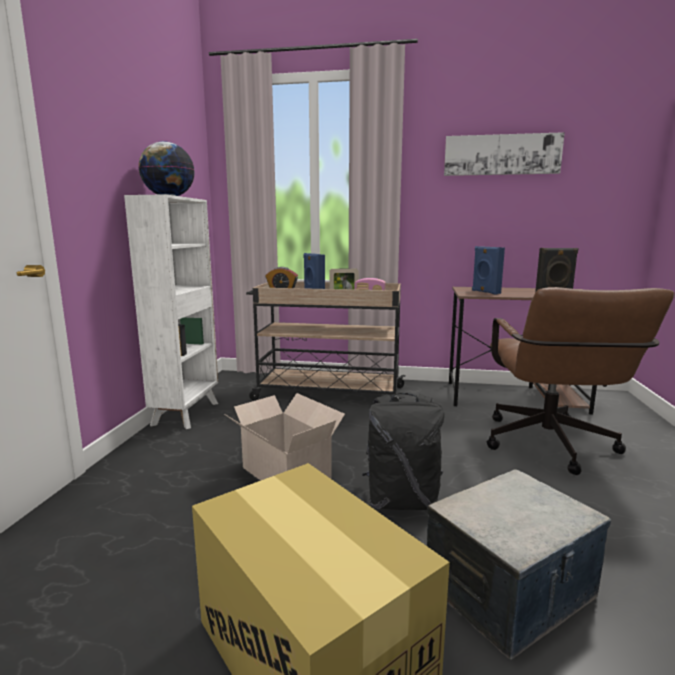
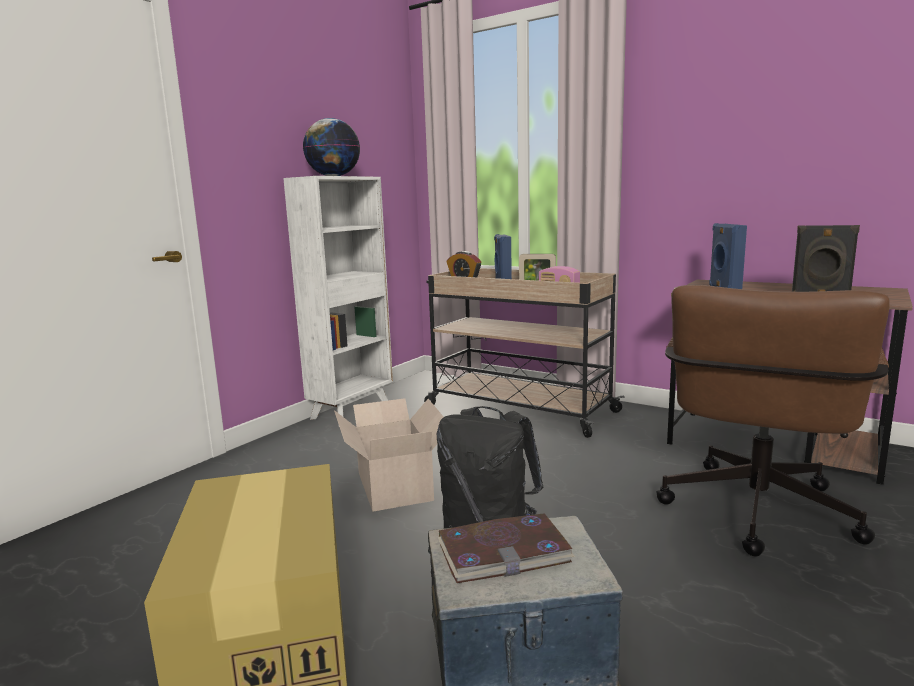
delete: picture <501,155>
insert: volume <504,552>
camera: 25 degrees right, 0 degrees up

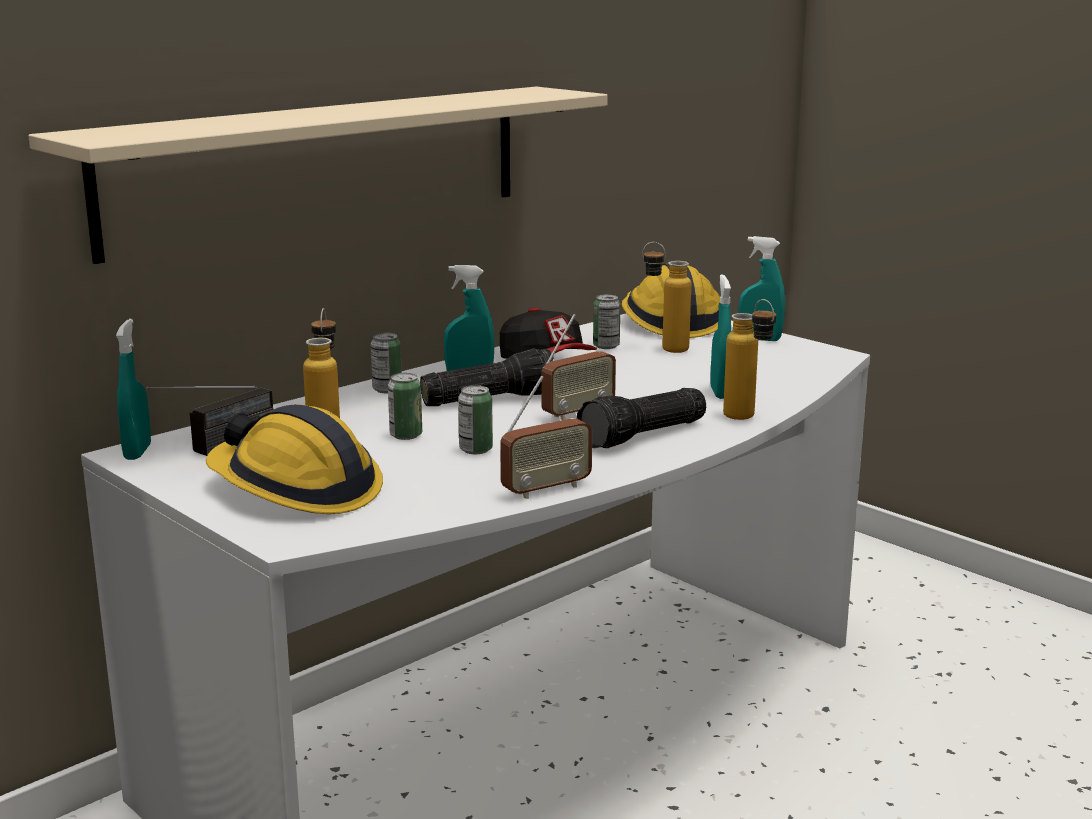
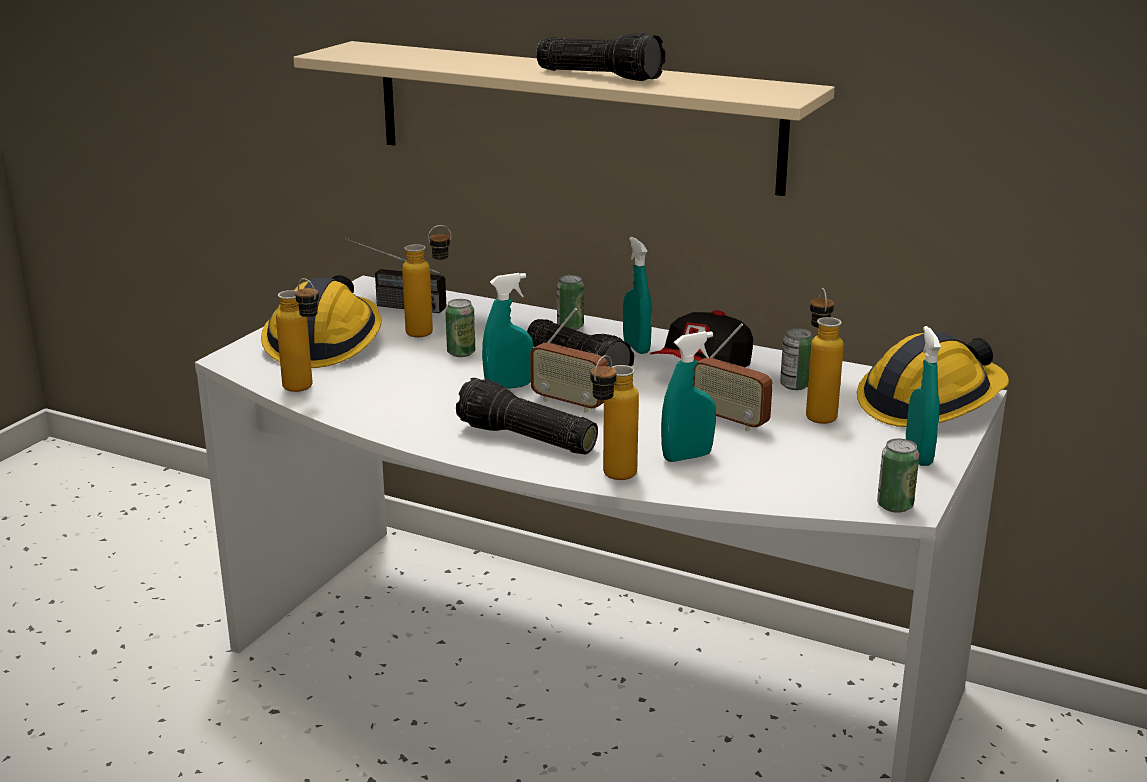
insert: flashlight <601,75>; drink bottle <305,390>
move: turquoise-coloured sprayer <137,452> to <508,387>; radio <546,489> to <730,421>; can <476,450> to <894,506>
camera: 70 degrees right, 5 degrees up

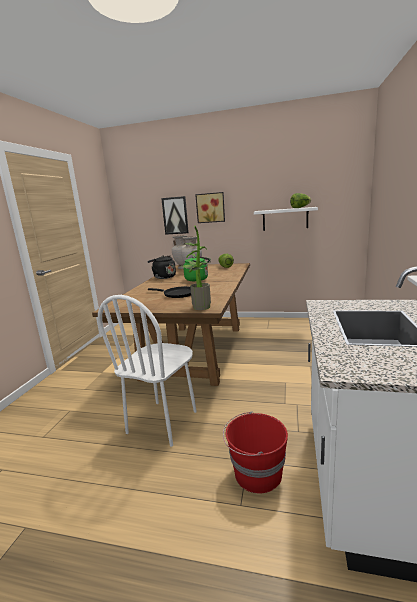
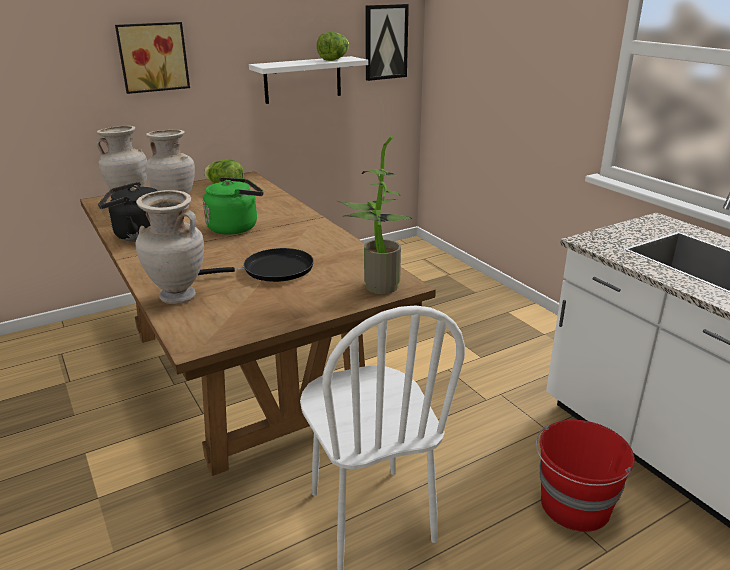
insert: beige flower vase <178,298>
move: picture <175,215> to <385,42>
camera: 45 degrees left, 10 degrees up

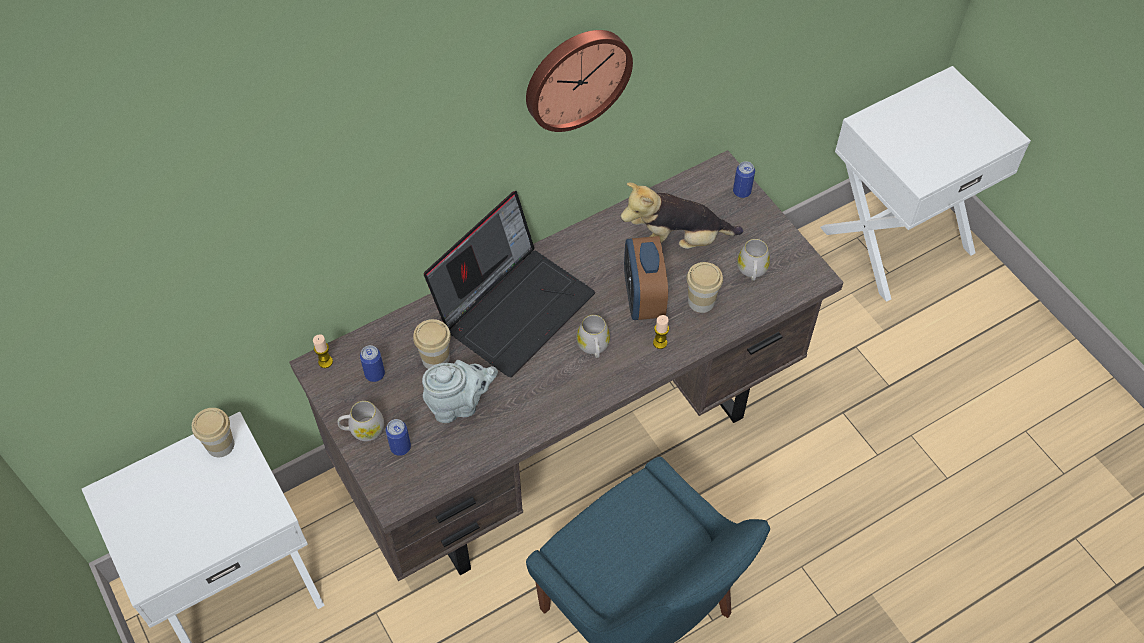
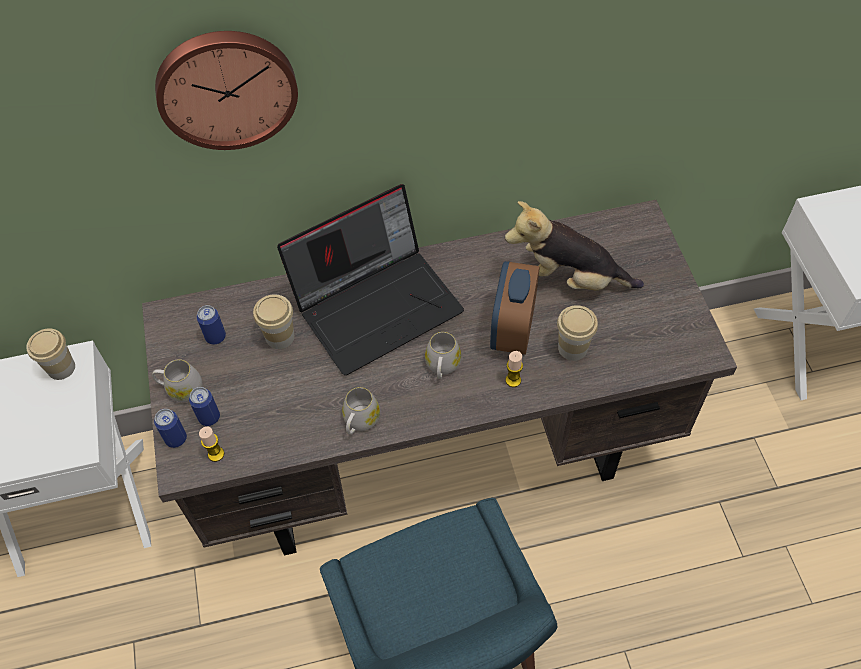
delete: grey tea pot <459,405>
move: hanging clock <576,77> to <226,87>; can <741,192> to <176,438>; white-coloured tea mug <752,271> to <360,422>; wax candle <325,362> to <216,454>
camera: 20 degrees right, 0 degrees up

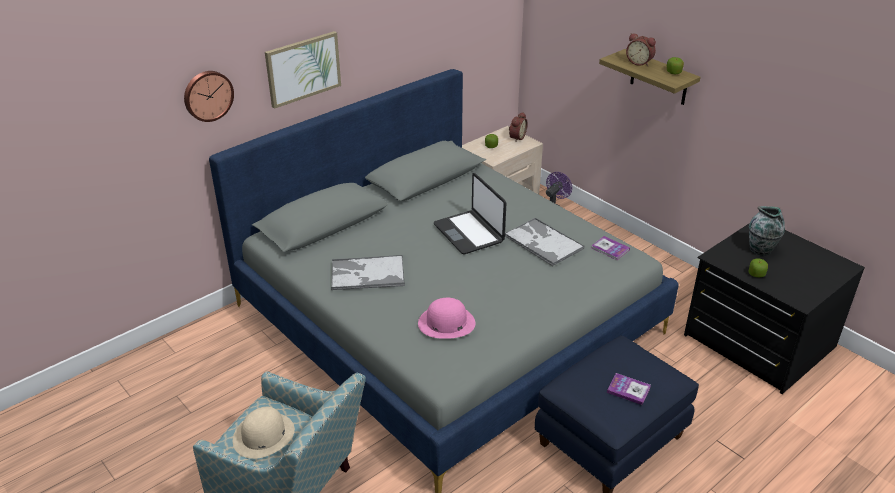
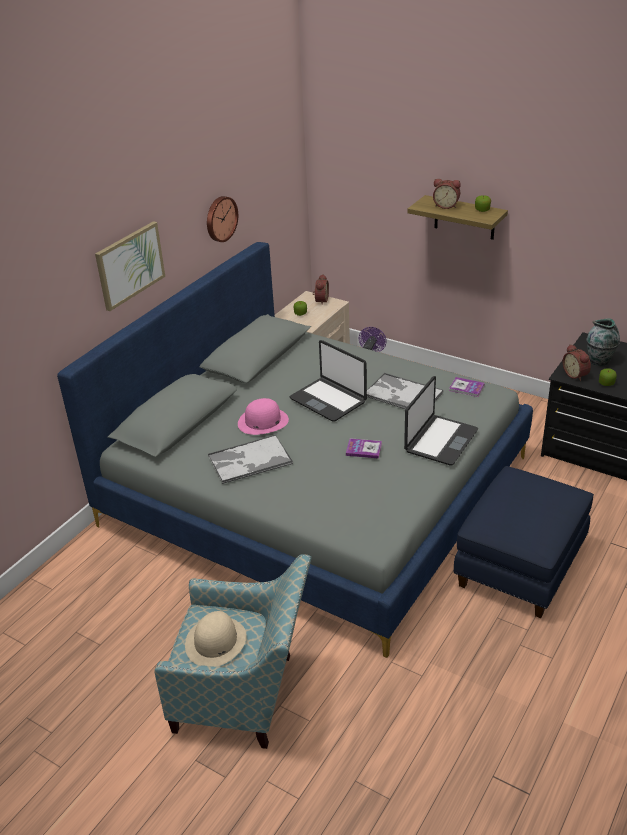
insert: alarm clock <576,375>; laptop <440,441>
move: hanging clock <207,95> to <220,218>; pinkish clothing hat <446,323> to <263,421>; volume <628,390> to <363,449>
camera: 15 degrees left, 0 degrees up

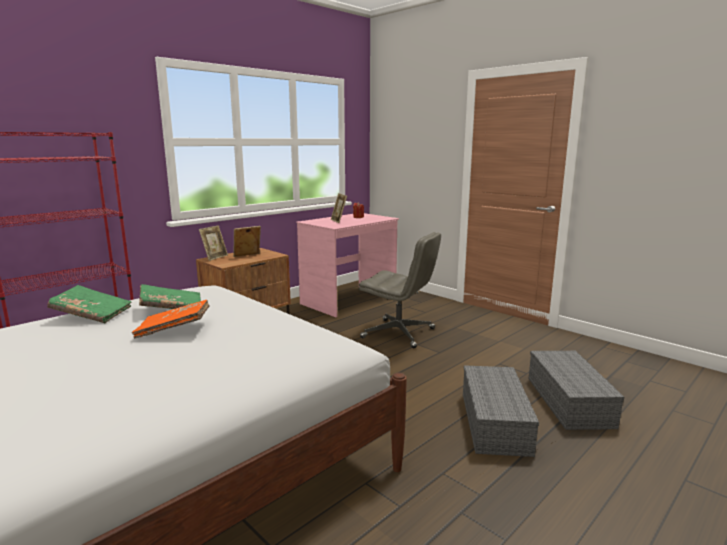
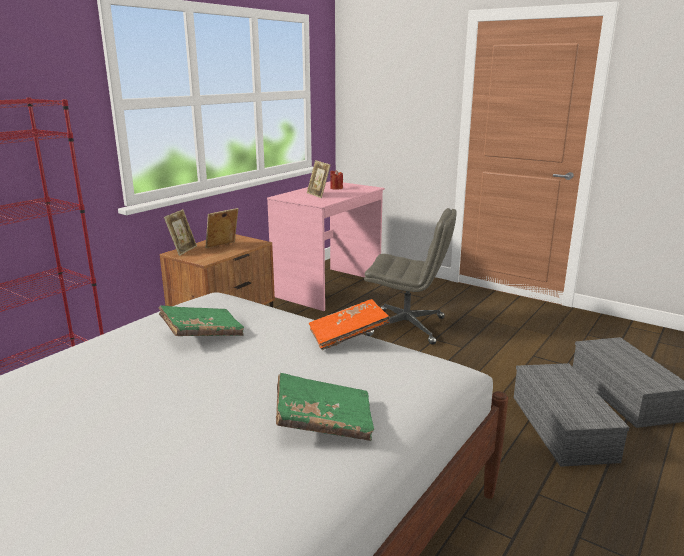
move: green volume <92,314> to <323,422>; orange-coloured volume <174,330> to <348,336>
camera: 10 degrees left, 5 degrees up

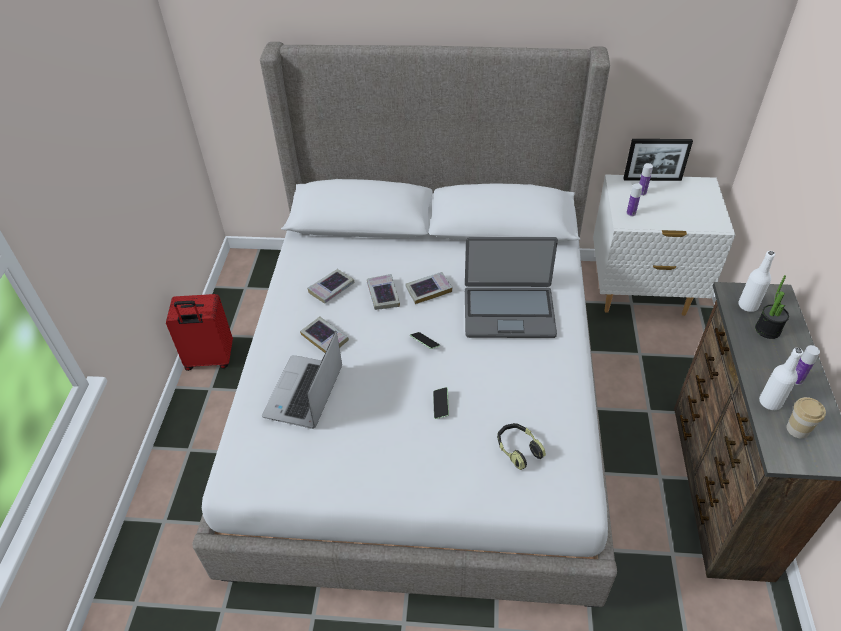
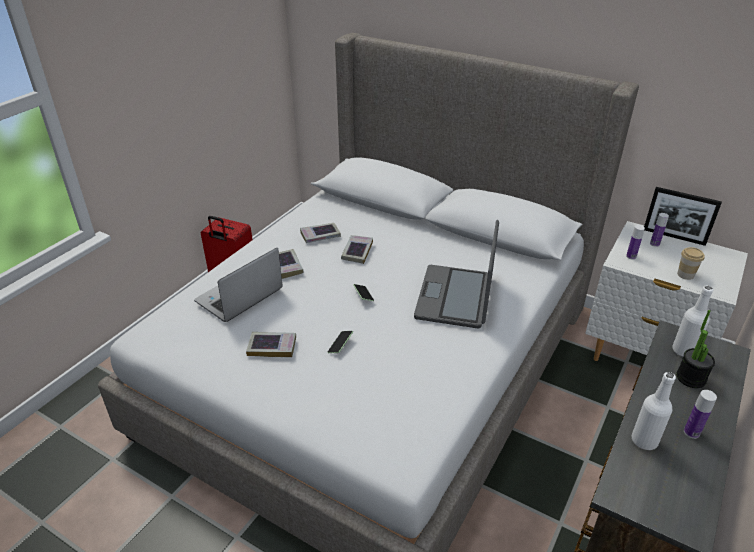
delete: headset <518,449>
move: volume <428,290> to <272,347>; cup <797,429> to <685,275>
rotate: laptop <508,312> = <455,297> 75 degrees clockwise
camera: 25 degrees right, 10 degrees down

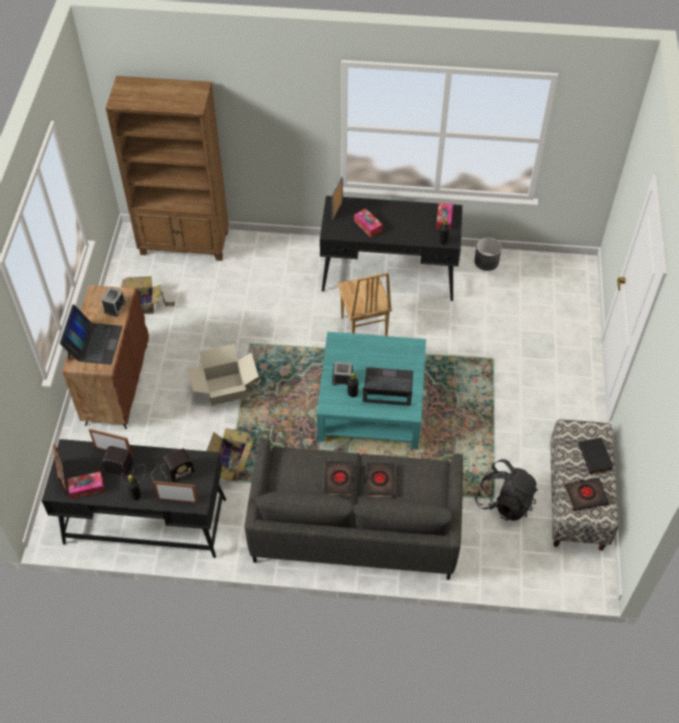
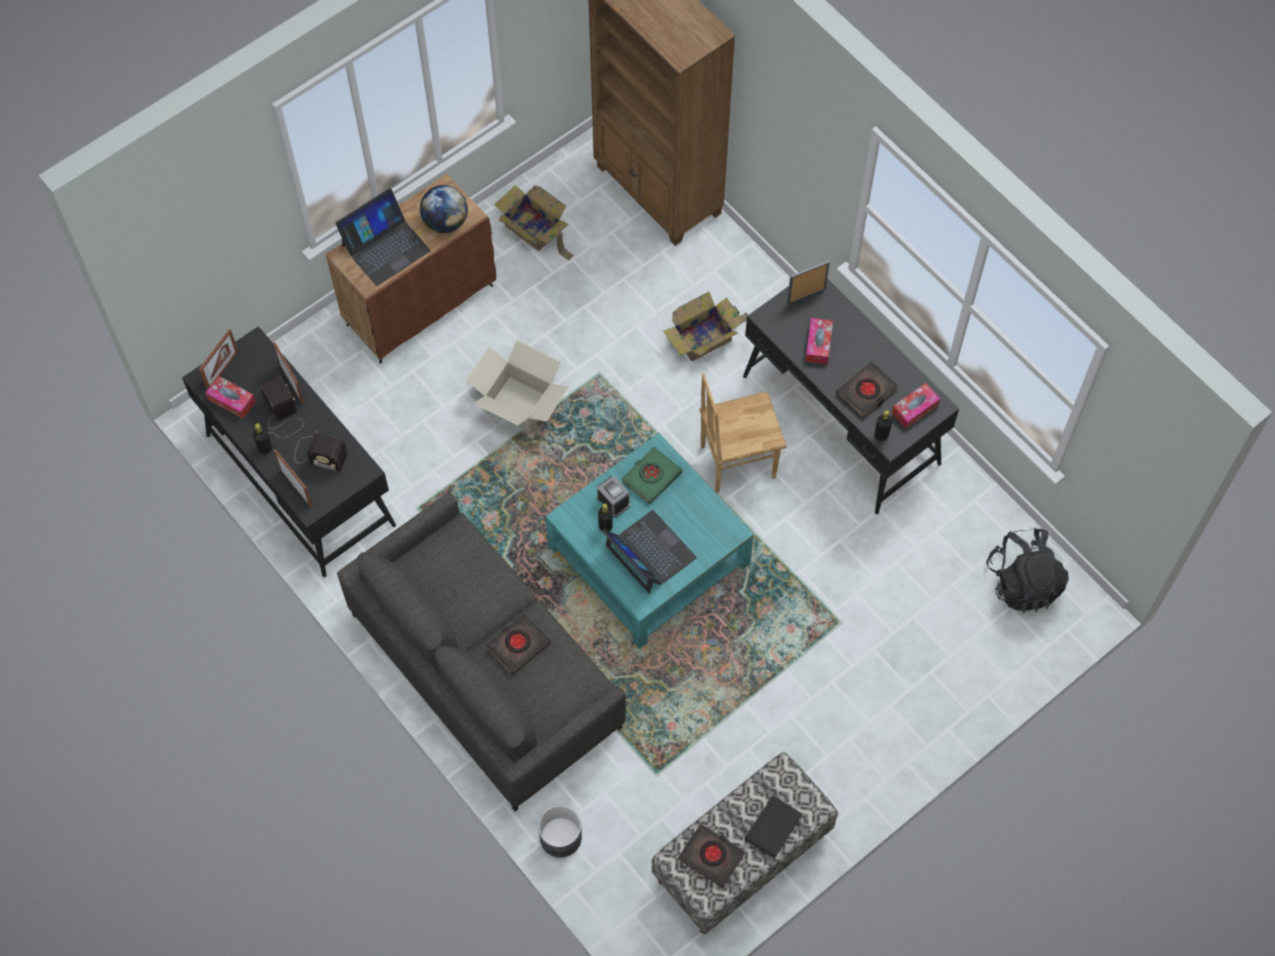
insert: green volume <651,477>
move: grey flower pot <486,261> to <560,837>; packing box <231,462> to <705,338>; black-coloured knapsack <504,501> to <1023,582>; black-coloured volume <338,480> to <866,392>
replace: alarm clock <115,307> to world globe <445,222>
rotate: brown plain chair <363,329> = <736,461> 45 degrees clockwise
camera: 45 degrees right, 10 degrees up

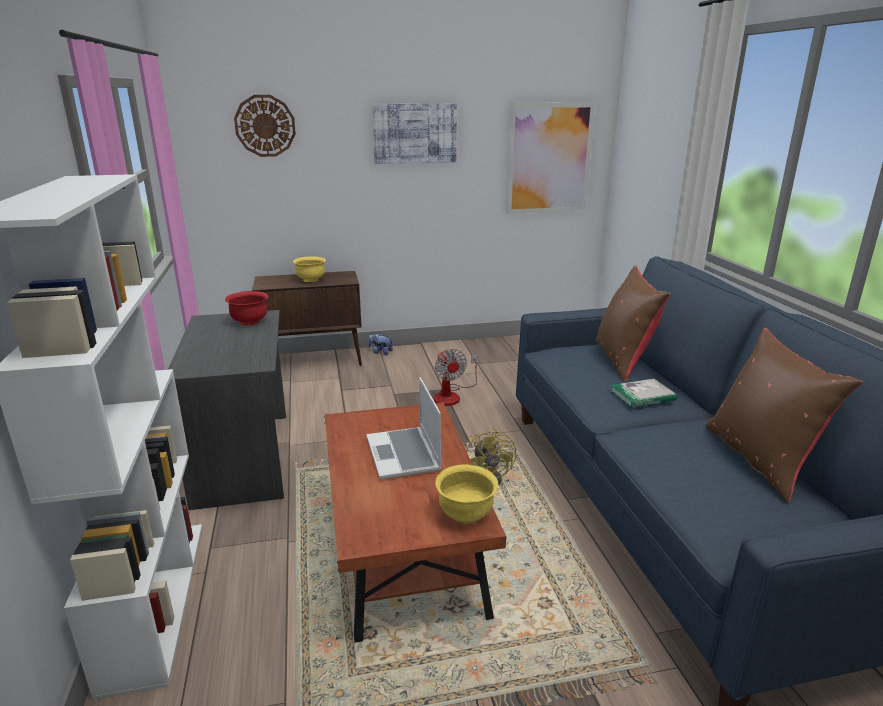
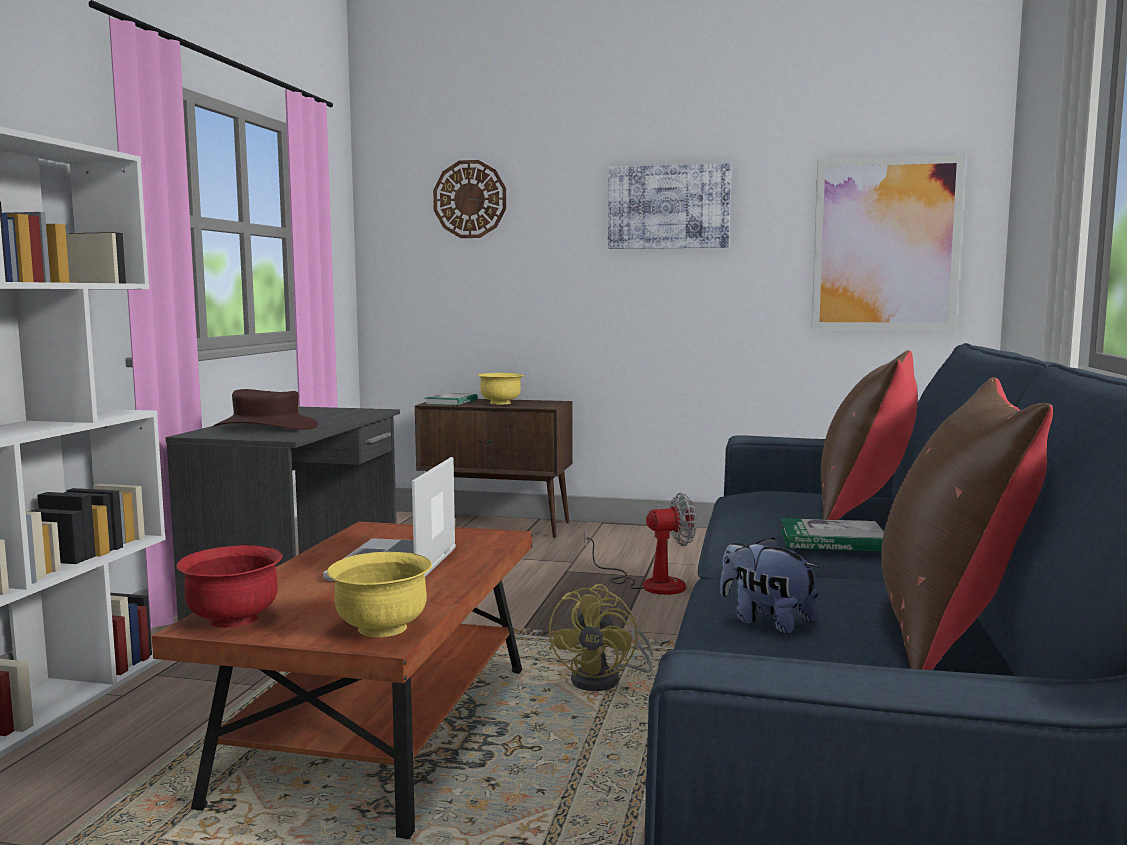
insert: brown clothing hat <266,427>; volume <451,402>
move: red bowl <249,322> to <233,620>; plush toy <380,352> to <766,621>
rotate: electric fan <452,395> = <650,584> 105 degrees counterclockwise
camera: 25 degrees right, 15 degrees down

